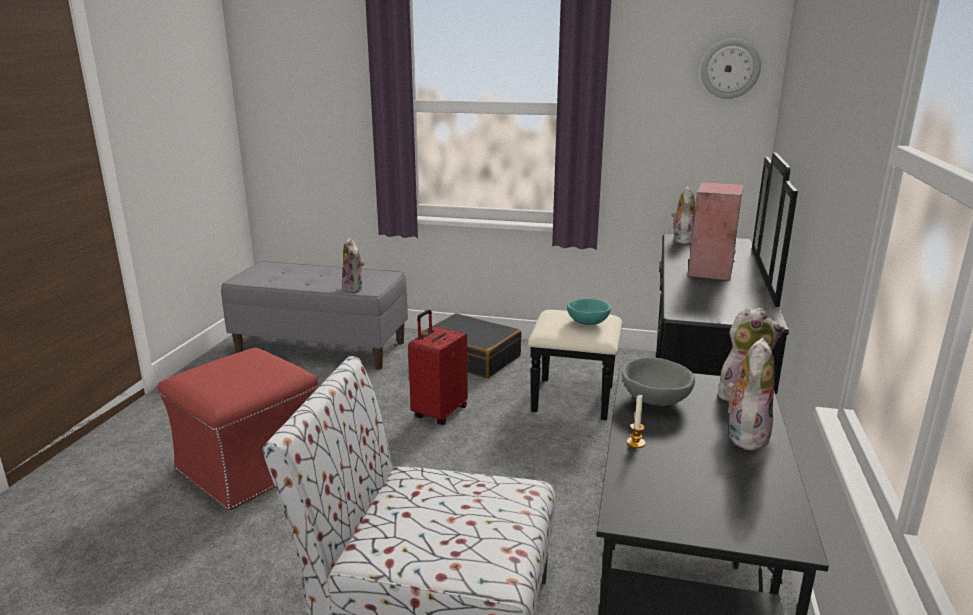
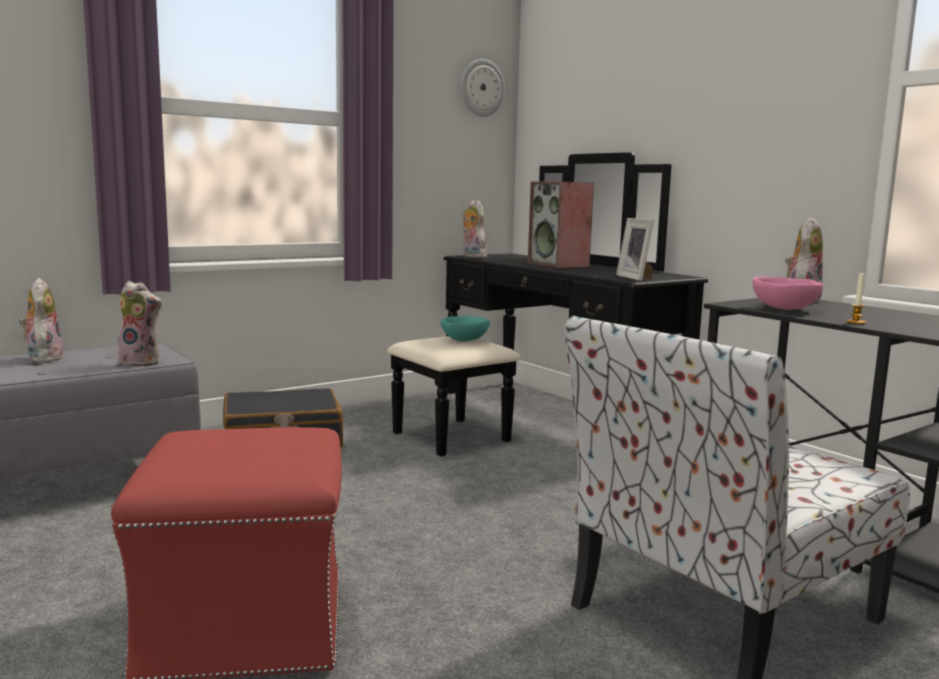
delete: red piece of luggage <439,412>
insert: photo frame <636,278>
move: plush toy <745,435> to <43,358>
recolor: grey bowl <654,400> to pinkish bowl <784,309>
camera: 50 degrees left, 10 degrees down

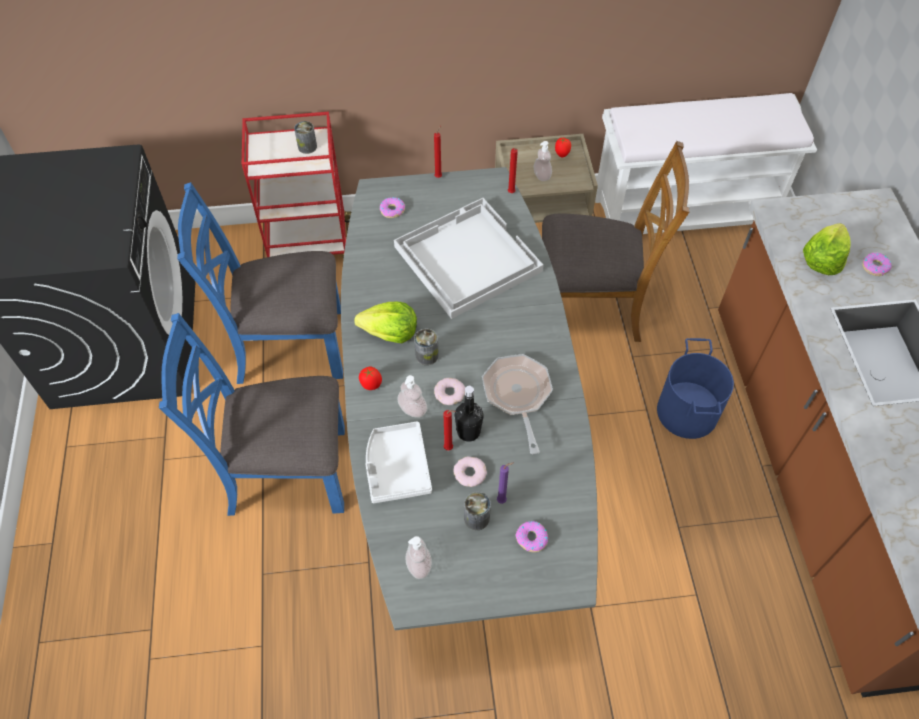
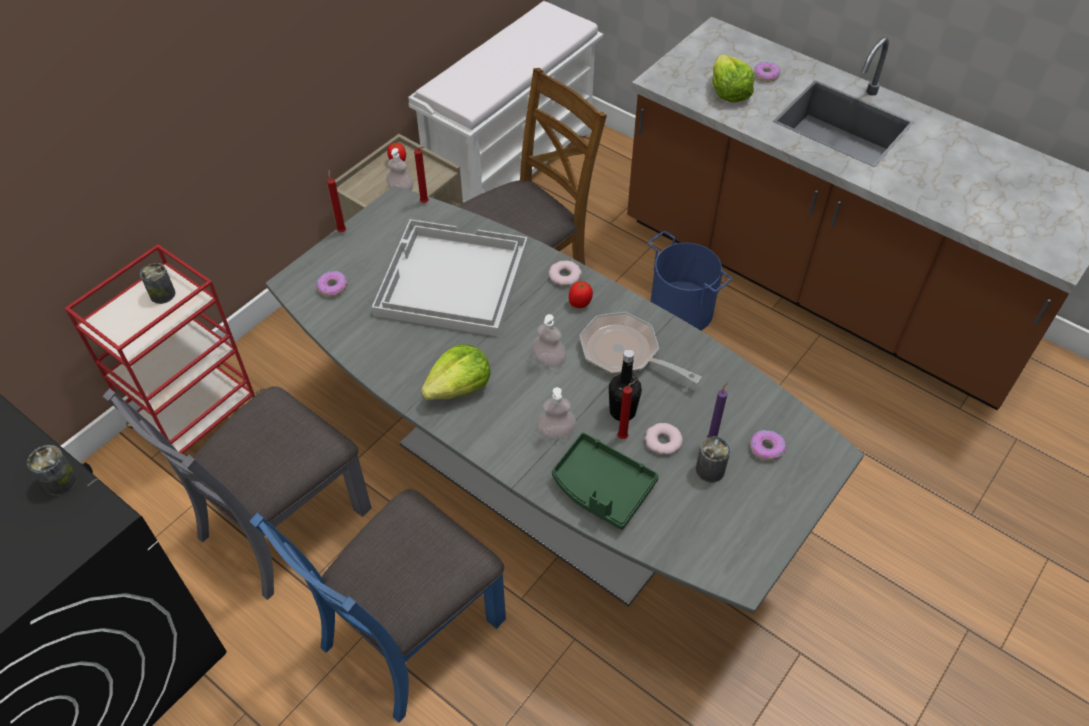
move: can <427,355> to <61,481>; whole tomato <371,385> to <580,303>; doughnut <449,393> to <565,276>; liquid soap bottle <419,565> to <549,360>
recolor: blue plain chair <288,345> to grey plain chair <282,522>; white-coloured carrying tray <396,468> to green carrying tray <601,488>
camera: 45 degrees left, 5 degrees down

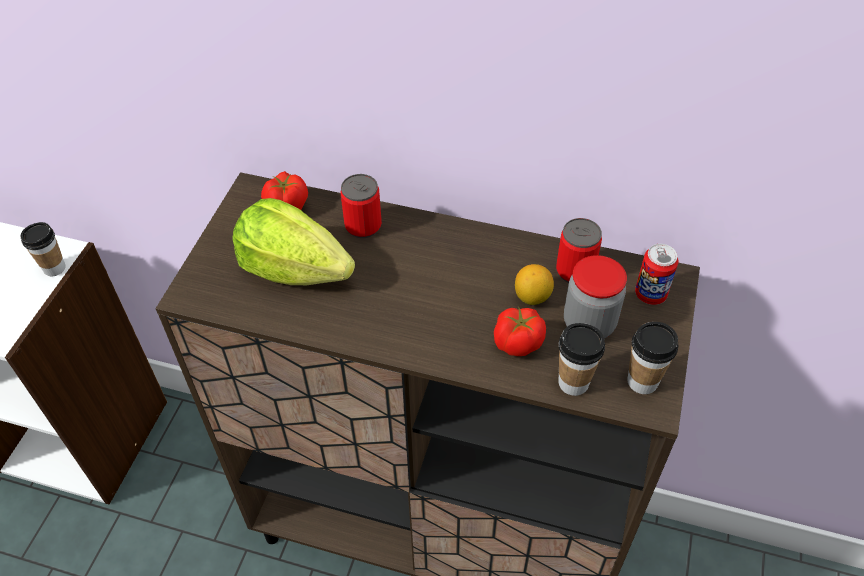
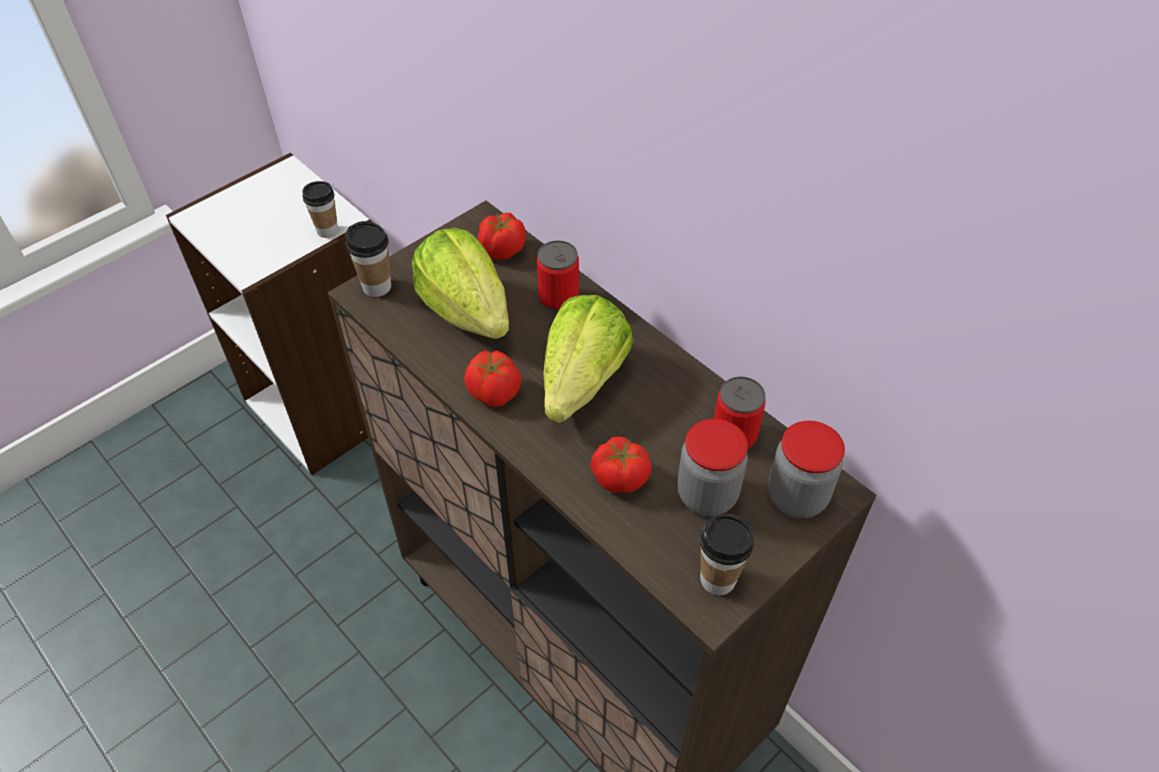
delete: lemon <532,297>
insert: lettuce head <582,382>; whole tomato <494,393>
move: cup <573,383> to <377,287>
replace: can <650,294> to jar <797,497>
camera: 30 degrees right, 0 degrees up

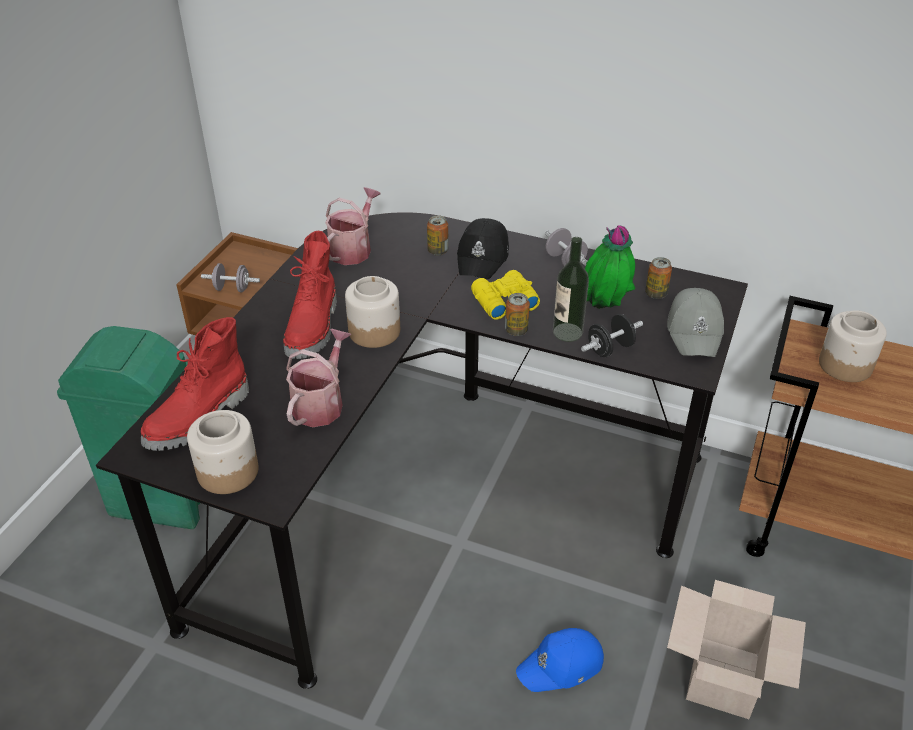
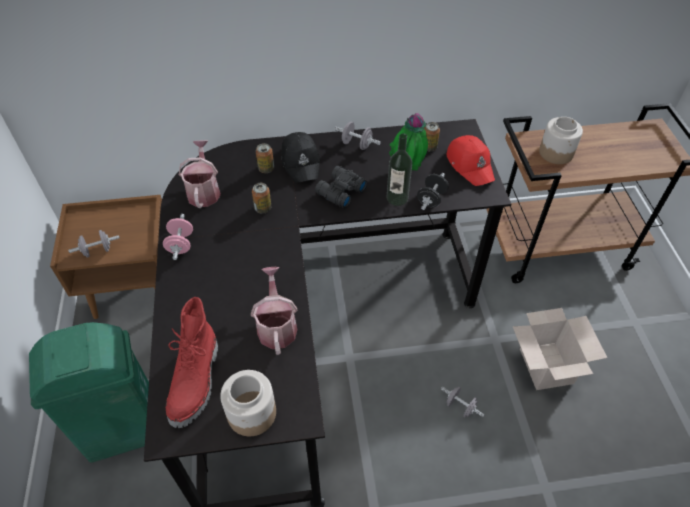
delete: red high-top boot <314,328>; jar <374,331>
insert: pinkish dumbbell <180,244>
move: can <516,330> to <263,208>
replace: blue cap <561,666> to grey dumbbell <460,406>
recolor: yellow-coloured pair of binoculars <503,301> to black-coloured pair of binoculars <339,191>; grey cap <695,331> to red cap <470,165>
camera: 30 degrees left, 10 degrees up

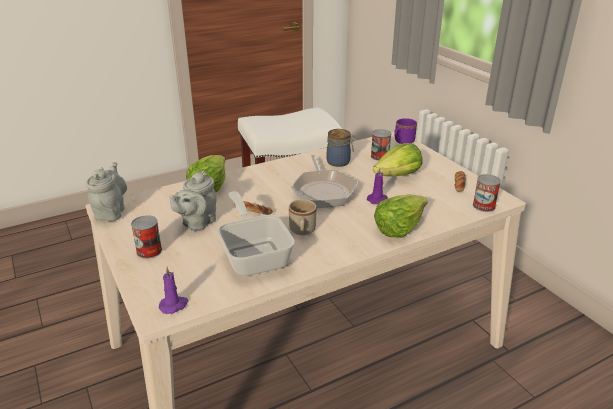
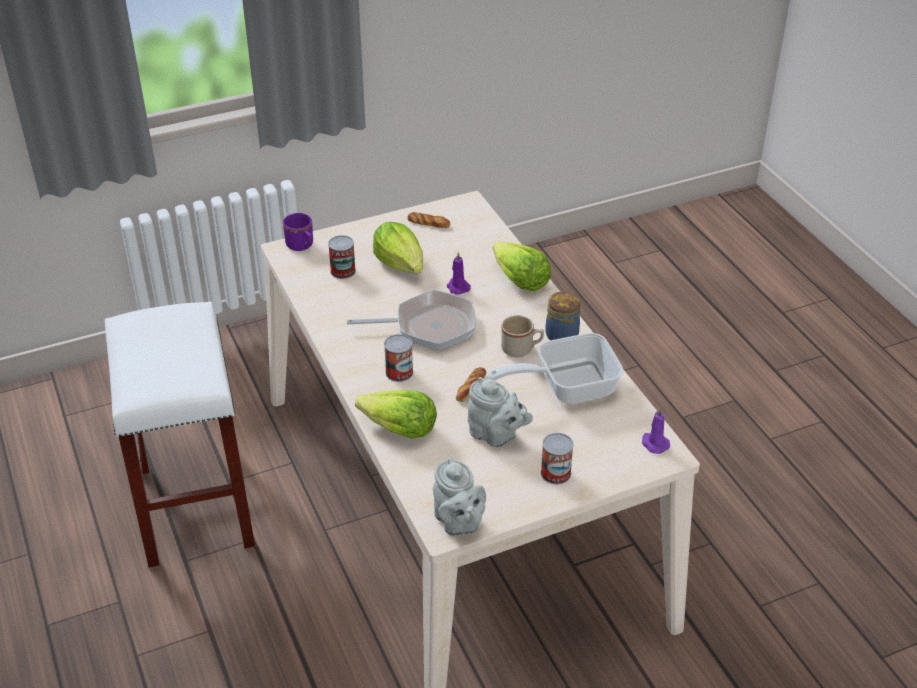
move: jar <339,162> to <561,334>; can <484,206> to <399,372>
rotate: grey tea pot <111,212> = <458,523> 120 degrees counterclockwise
camera: 85 degrees left, 10 degrees up

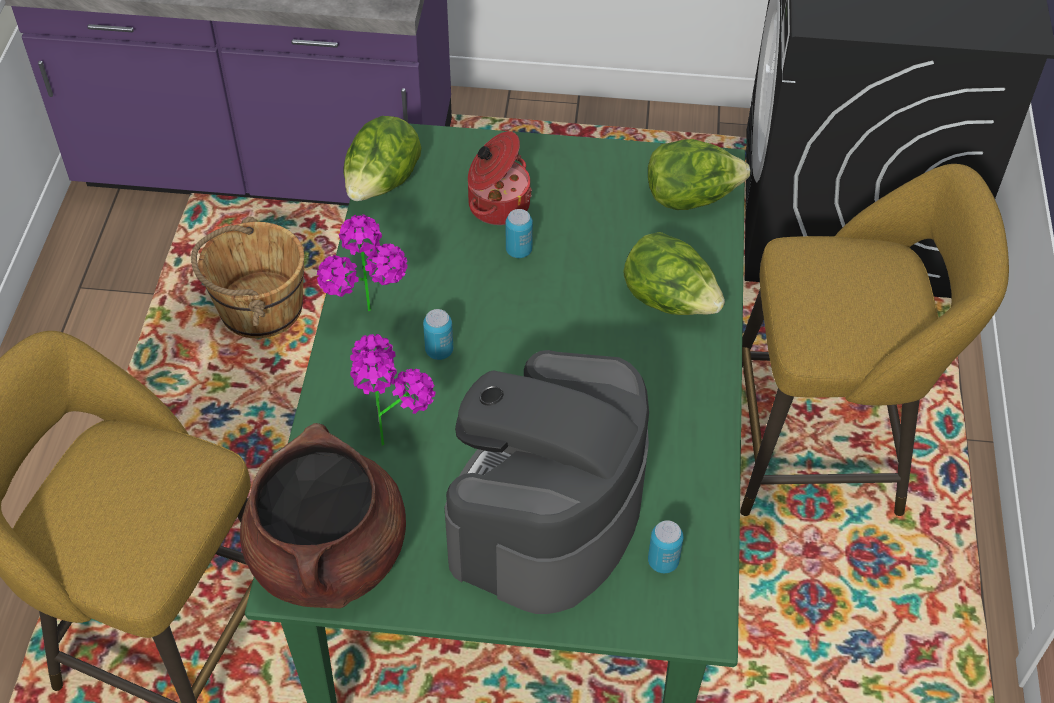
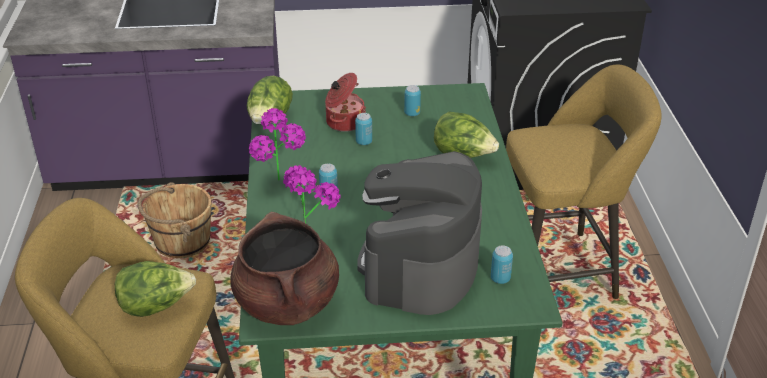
insert: can <412,113>
move: lettuce head <691,198> to <156,306>
camera: 10 degrees left, 15 degrees down

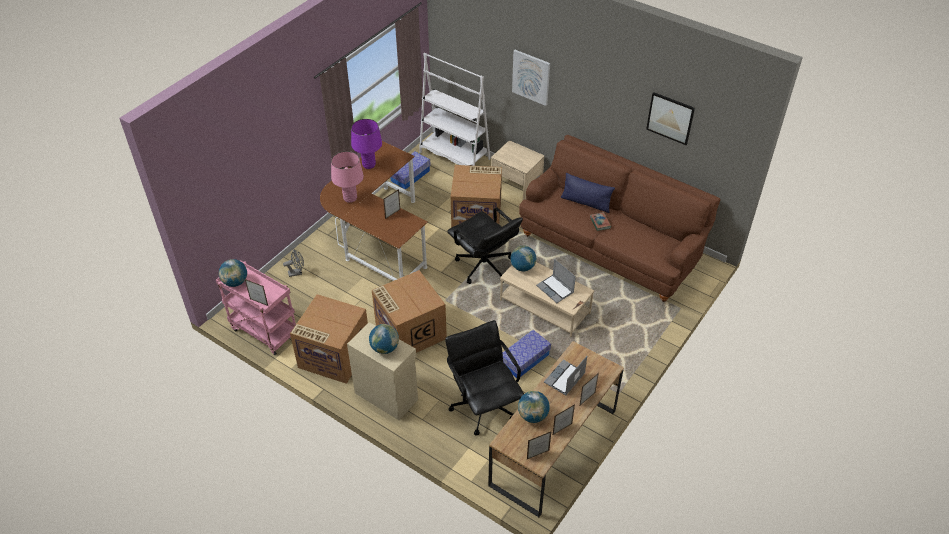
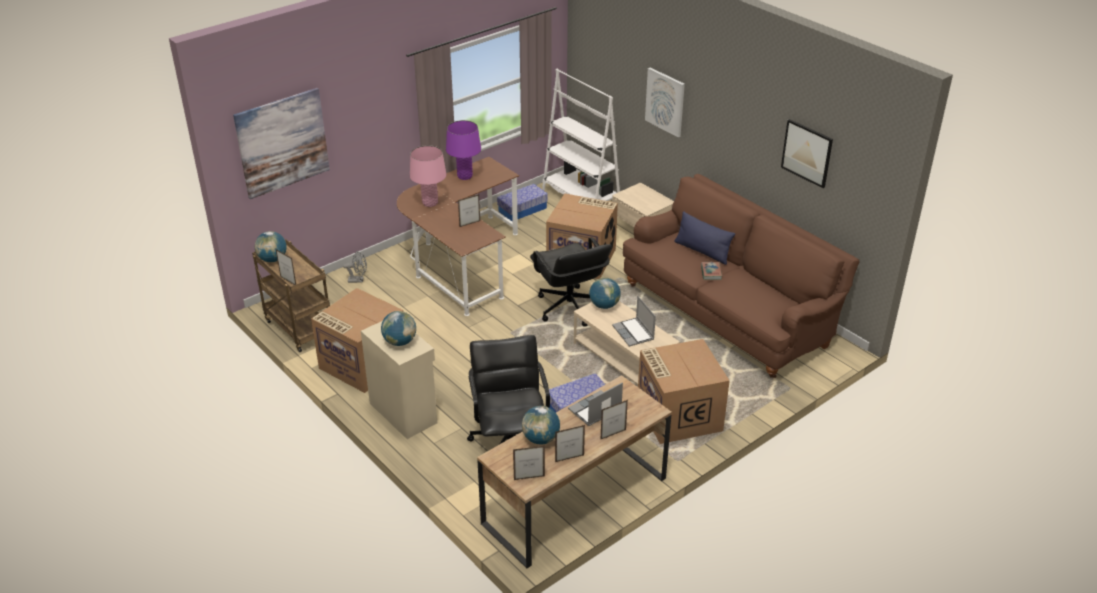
insert: picture <282,143>
move: packing box <409,331> to <677,415>
recolor: pinkish wheeled cart <263,331> to brown wheeled cart <298,328>
camera: 15 degrees right, 10 degrees down

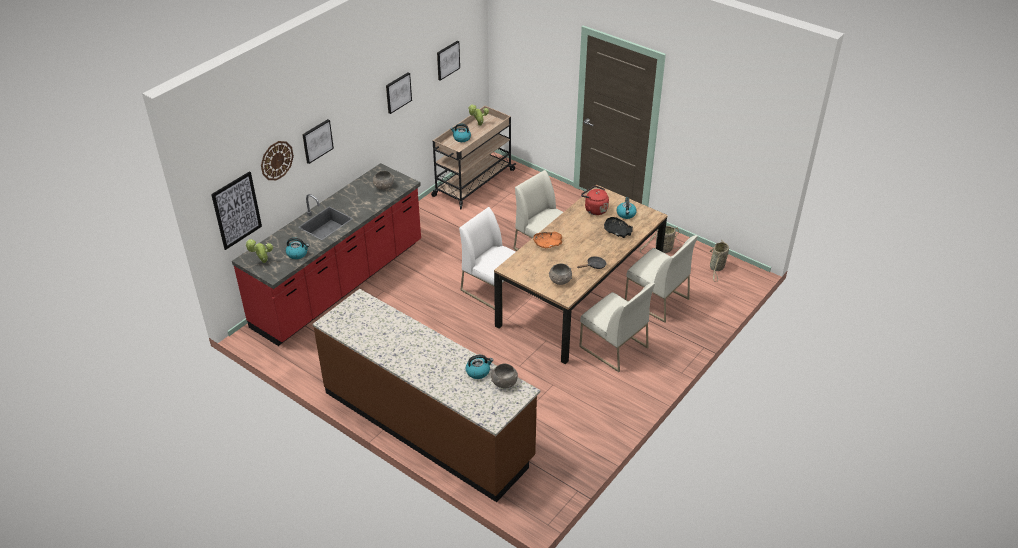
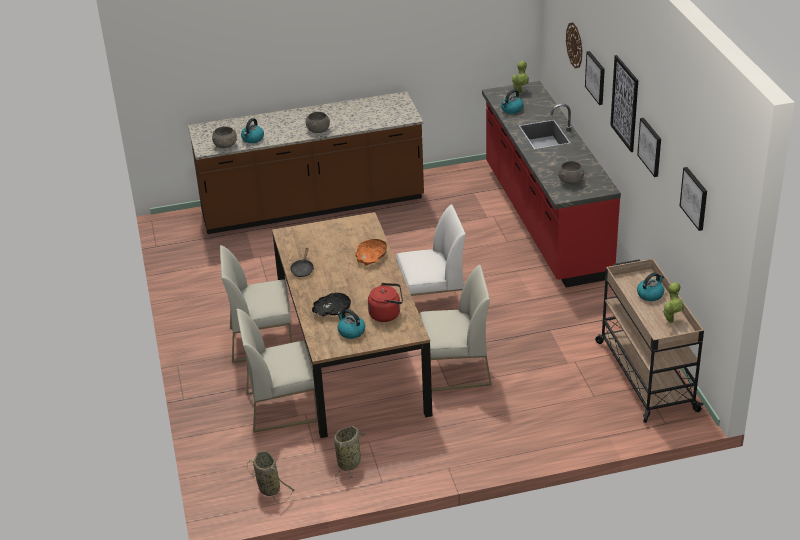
move: picture <236,210> to <625,103>; grey bowl <560,281> to <318,130>
camera: 130 degrees right, 5 degrees down

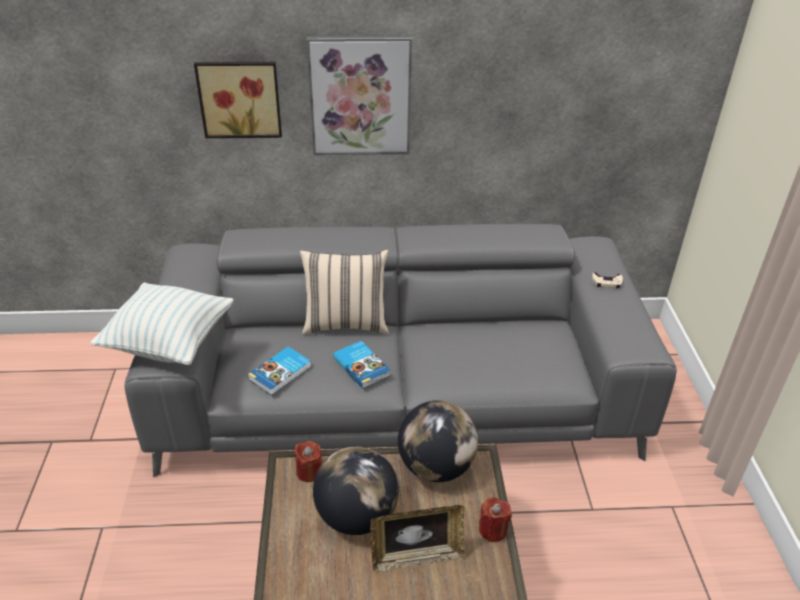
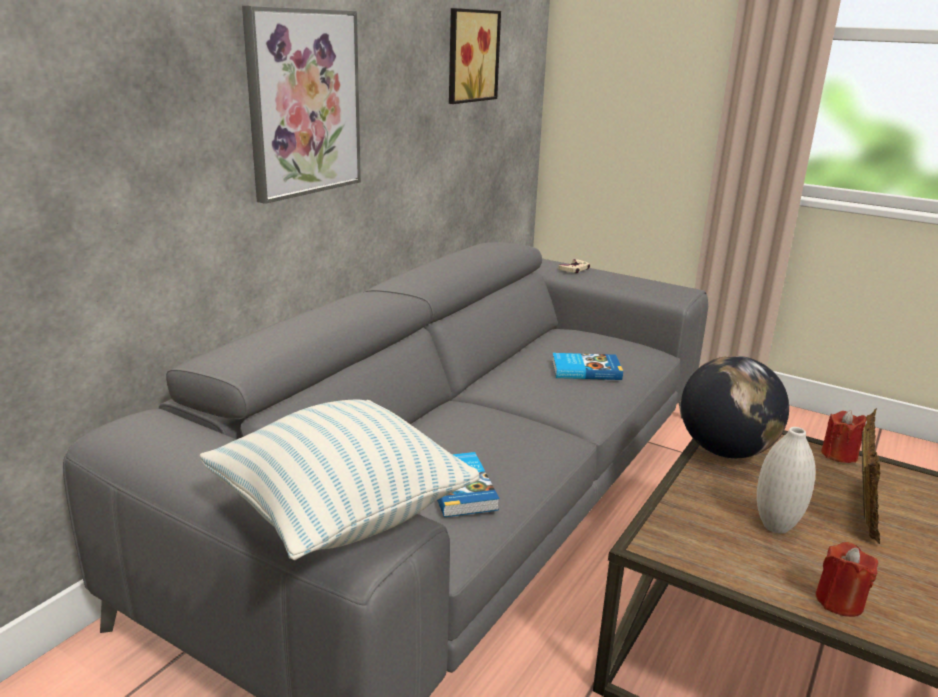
delete: beige pillow <346,323>
move: picture <240,98> to <469,56>; volume <362,366> to <585,370>; red wax candle <309,471> to <839,601>
replace: world globe <356,516> to white-coloured flower vase <775,526>
camera: 55 degrees left, 15 degrees down

